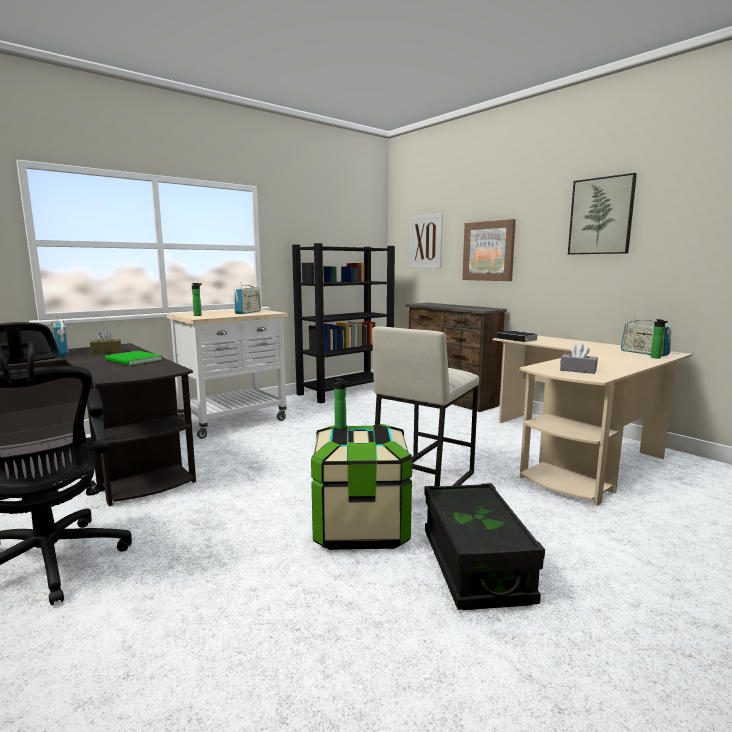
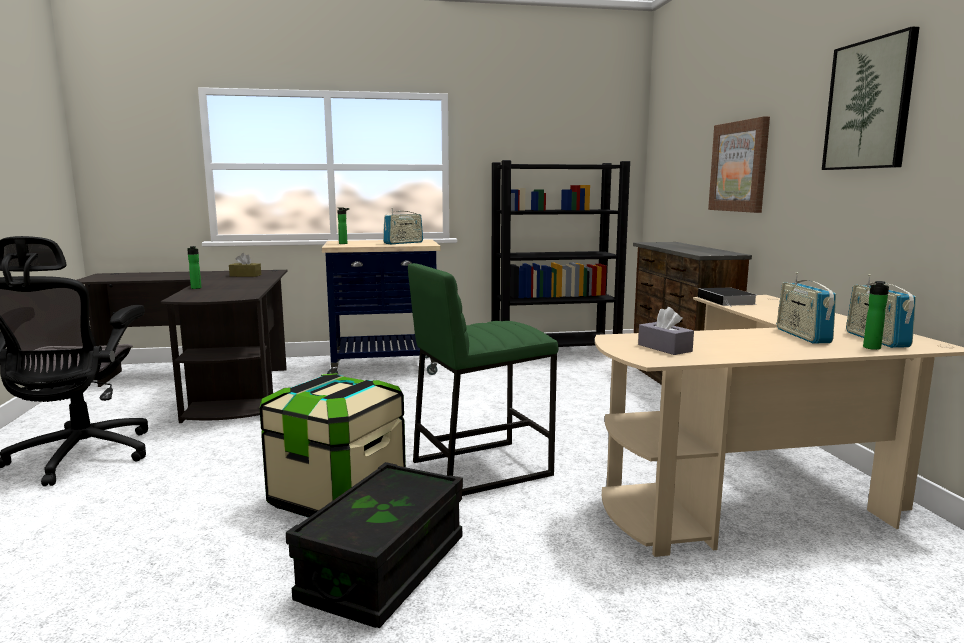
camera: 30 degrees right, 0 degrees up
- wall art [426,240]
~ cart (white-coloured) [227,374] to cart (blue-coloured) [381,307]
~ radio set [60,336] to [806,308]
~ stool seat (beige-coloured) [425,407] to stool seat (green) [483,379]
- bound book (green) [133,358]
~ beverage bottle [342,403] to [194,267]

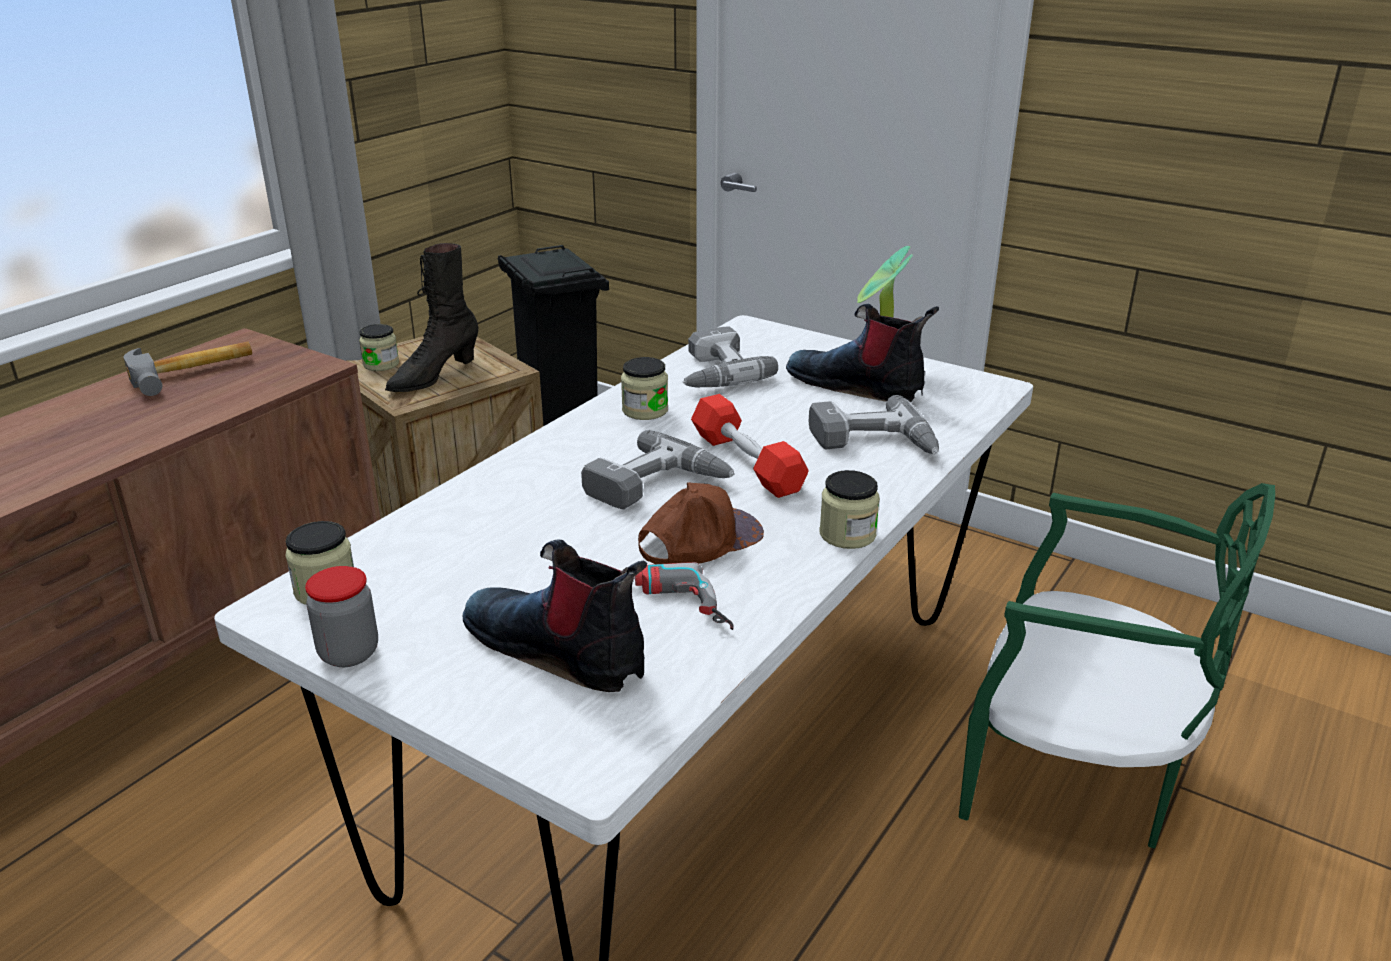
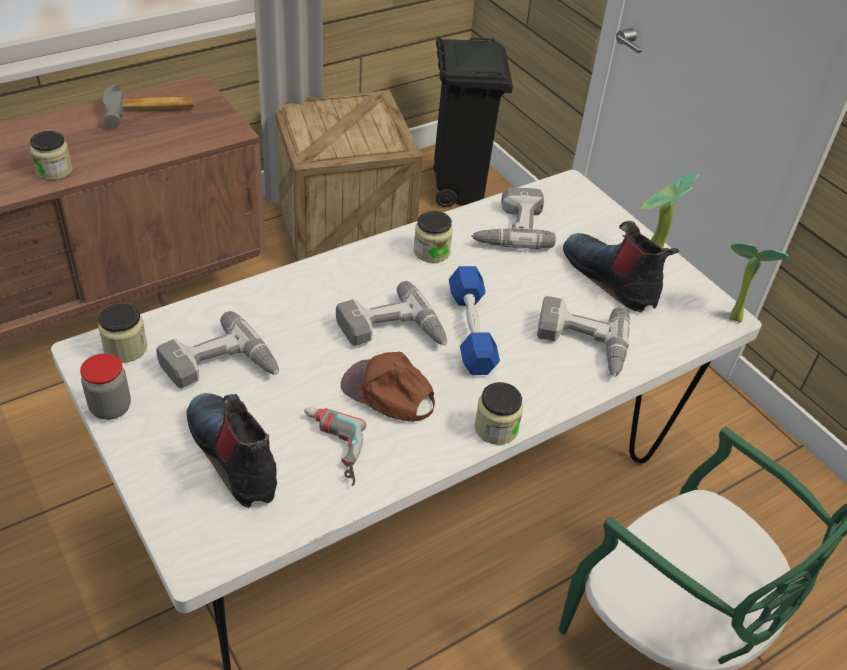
camera: 20 degrees right, 15 degrees up
- tall boot (black-coloured) [431,317]
~ jar [379,347] to [51,155]
~ hand weight (red-coloured) [750,446] to hand weight (blue-coloured) [474,320]
~ peaked cap (brown-coloured) [701,523] = [388,387] 135 degrees counterclockwise
+ potted plant [759,282]
+ power drill [217,349]

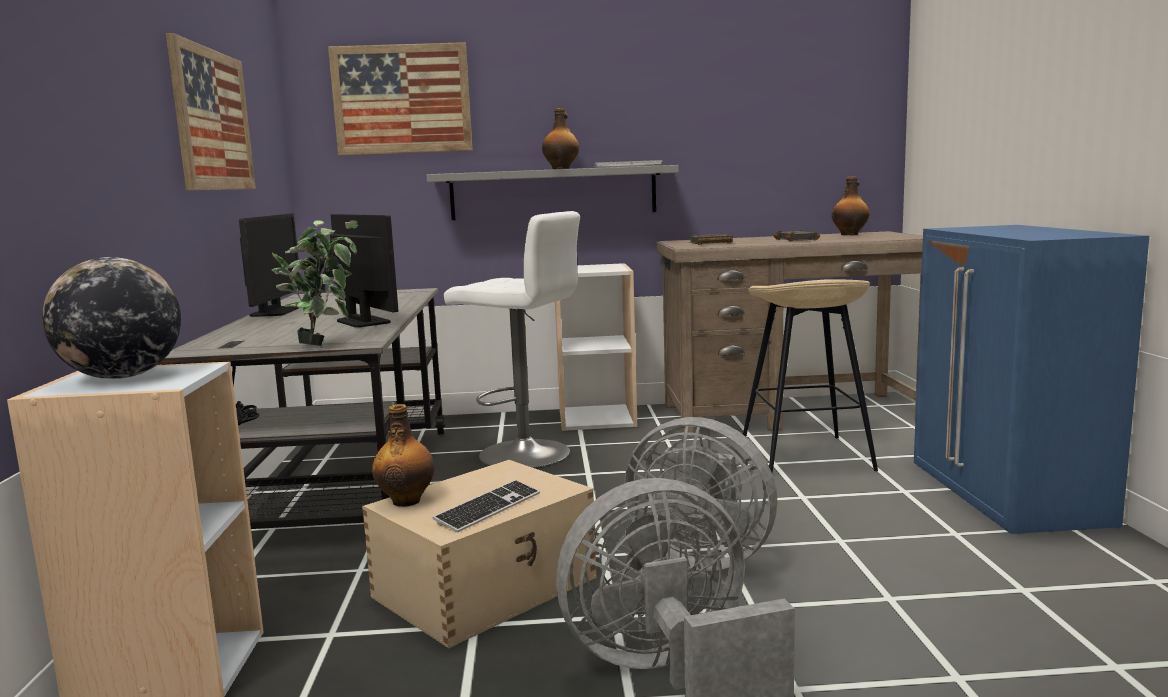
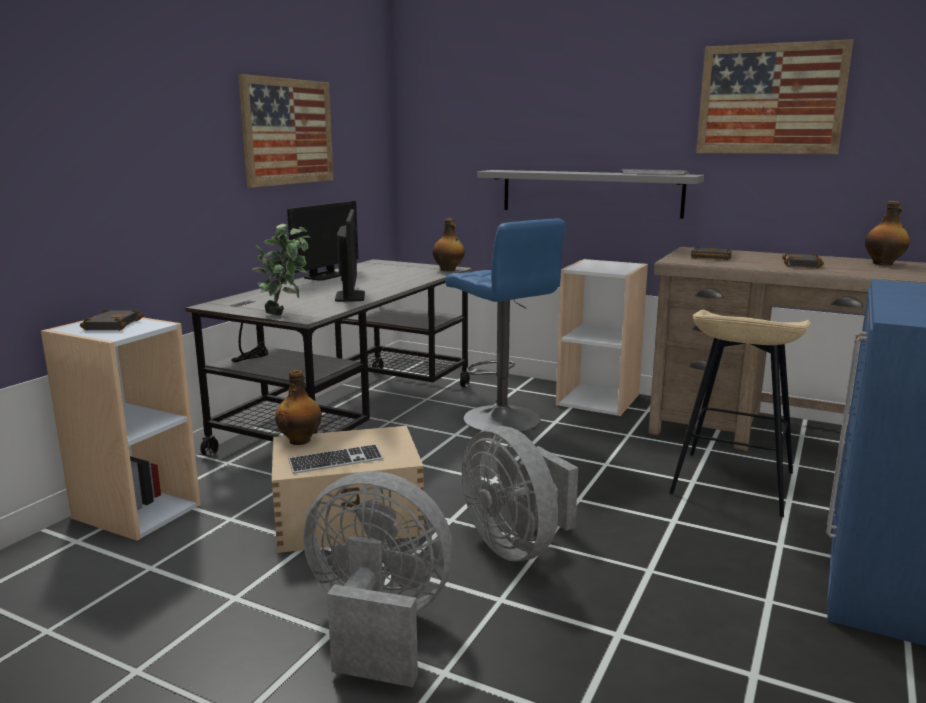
camera: 30 degrees right, 5 degrees up
~ wall art [400,98] to [774,96]
~ beverage bottle [560,138] to [449,244]
~ stool seat (white-coloured) [512,339] to stool seat (blue-coloured) [505,325]
~ globe [111,318] to bound book (black-coloured) [111,320]

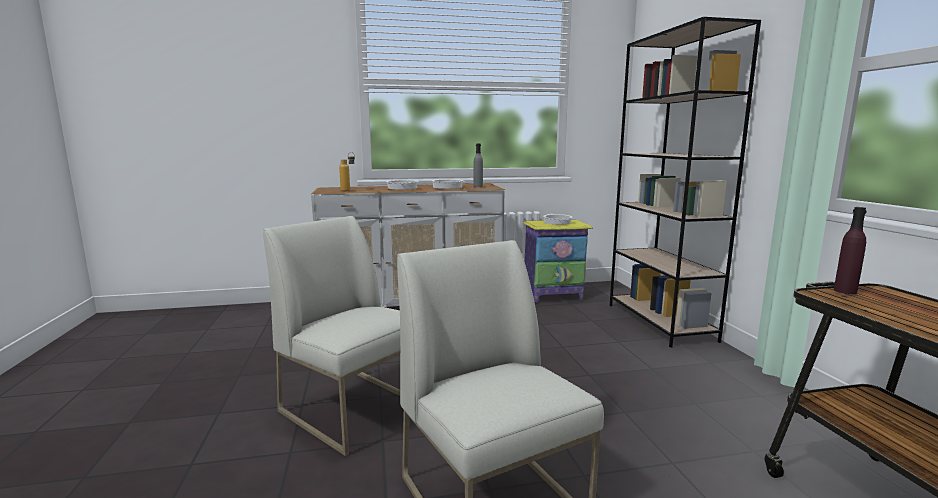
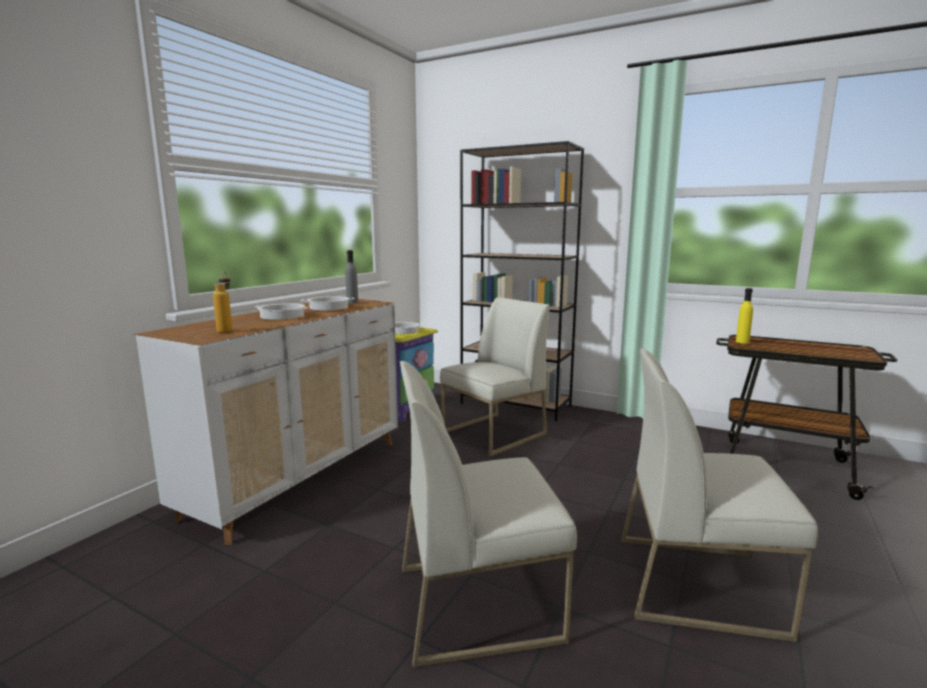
camera: 50 degrees left, 0 degrees up
~ beverage bottle (purple) [850,250] to beverage bottle (yellowish) [744,316]
+ plain chair (white-coloured) [495,376]

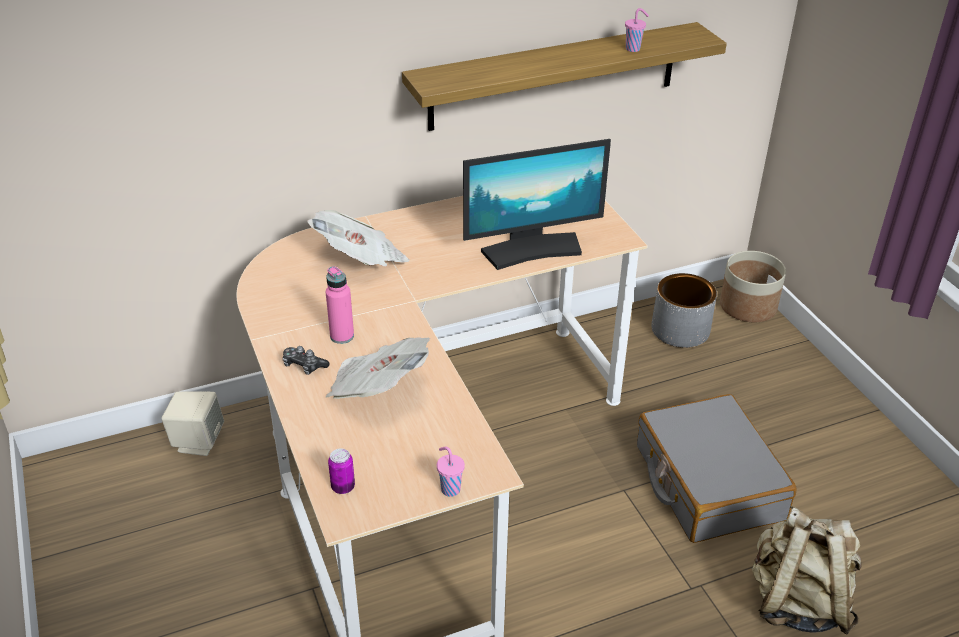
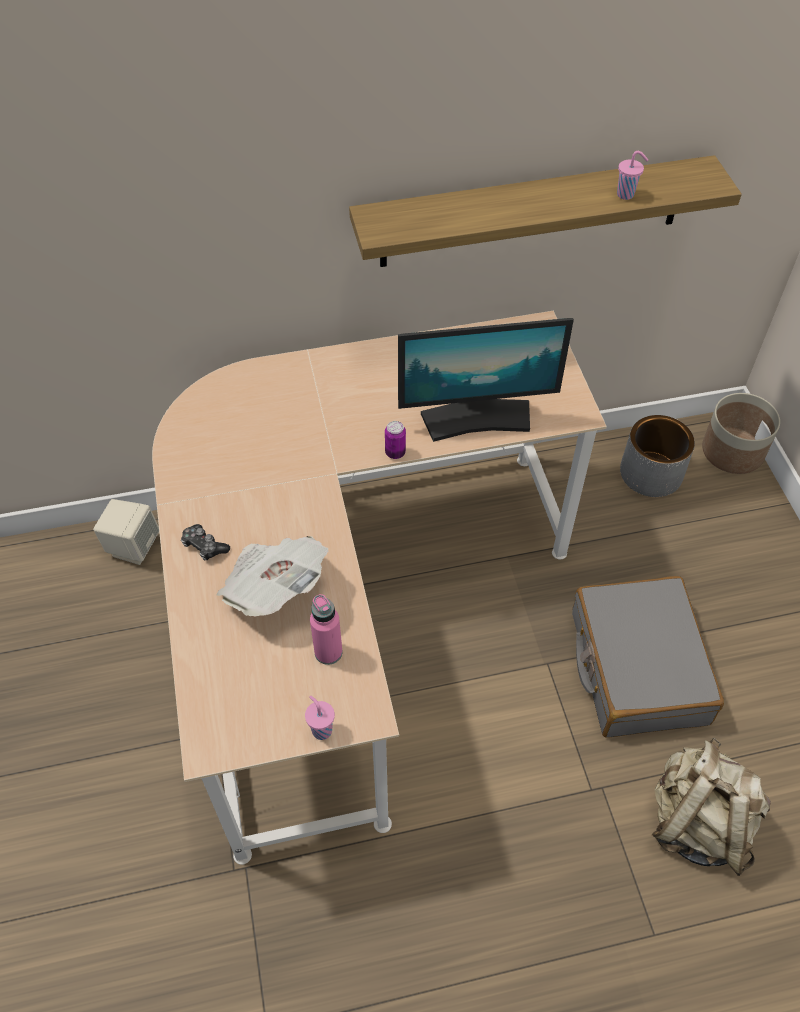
camera: 10 degrees right, 15 degrees up
- daily paper [358,238]
~ beverage bottle (pink) [340,305] to [326,629]
~ can [341,471] to [395,440]

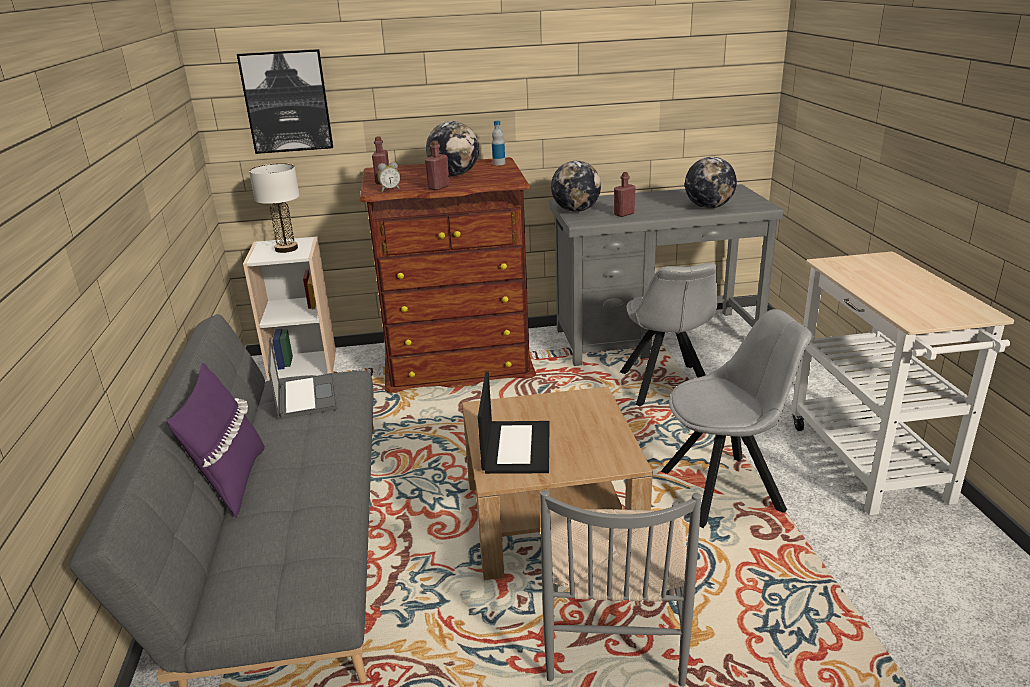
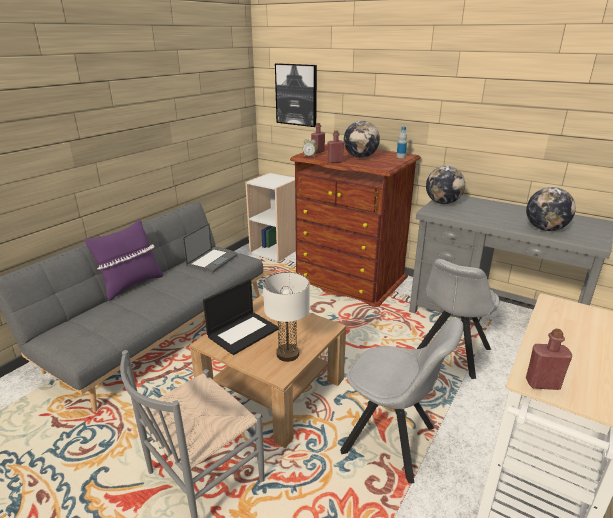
camera: 40 degrees right, 0 degrees up
~ tabletop lamp [274,208] to [286,317]
~ beverage bottle (red-coloured) [625,194] to [549,359]

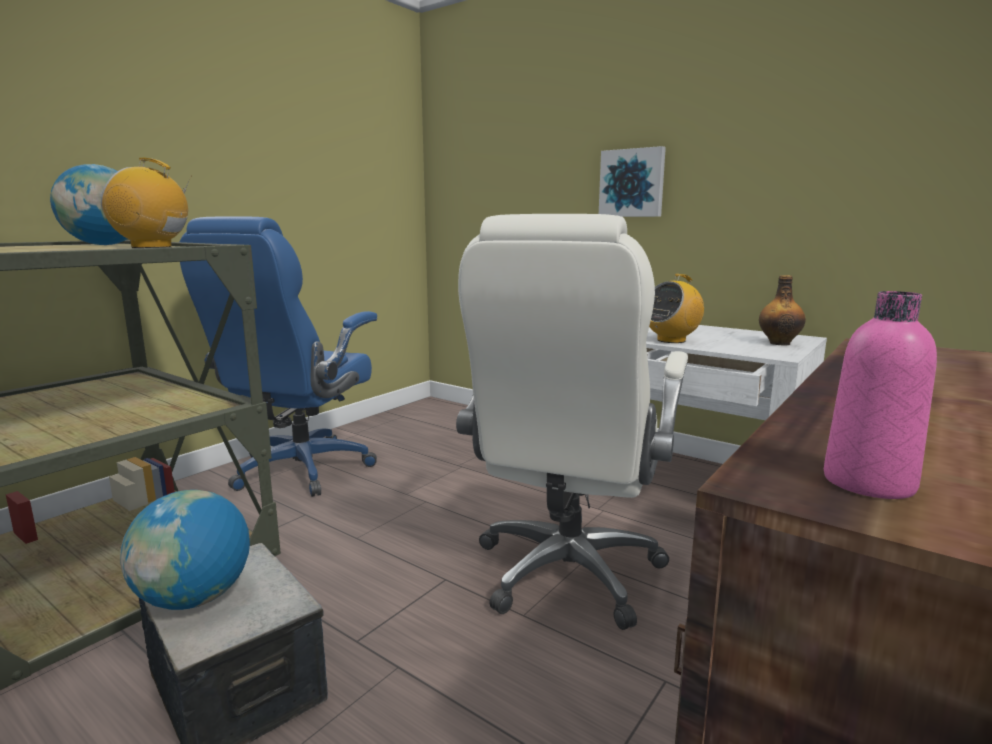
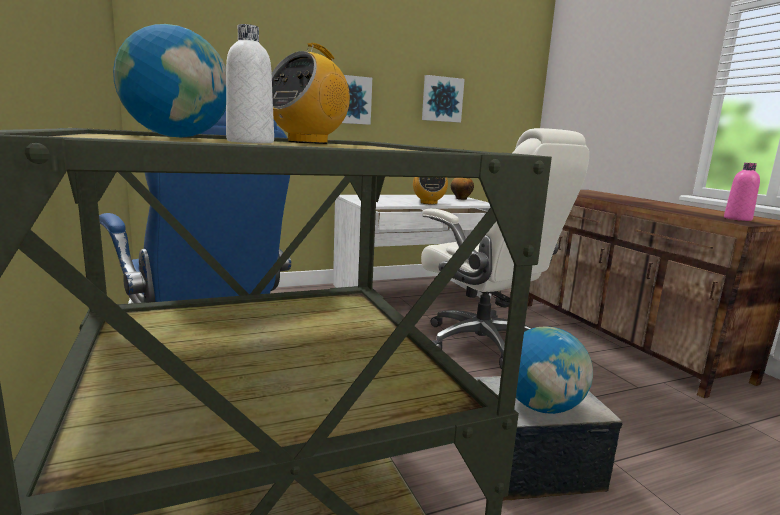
camera: 60 degrees left, 0 degrees up
+ beverage bottle (white-coloured) [250,83]
+ wall art [443,99]

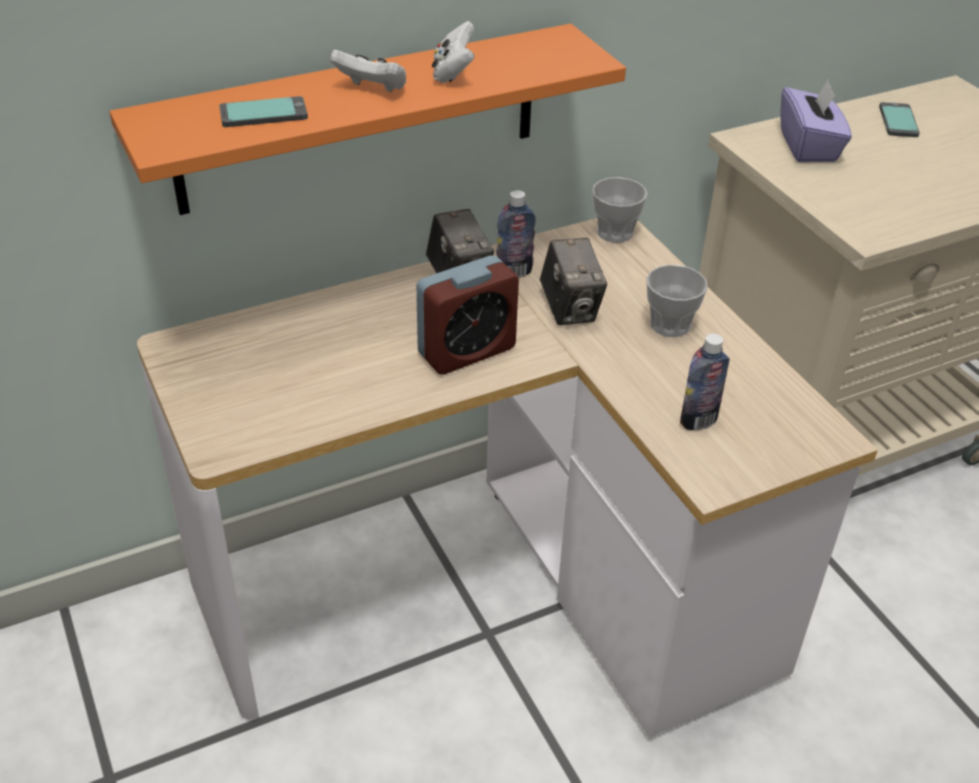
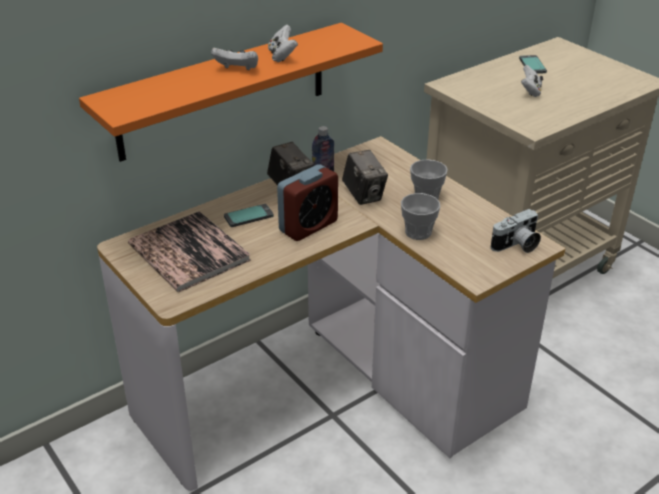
camera: 10 degrees left, 5 degrees down
- tissue holder (purple) [816,121]
~ telephone [263,111] to [249,215]
~ small cup [619,210] to [420,216]
- beverage bottle [705,382]
+ joypad (white-coloured) [532,81]
+ still camera [515,231]
+ bound book [189,251]

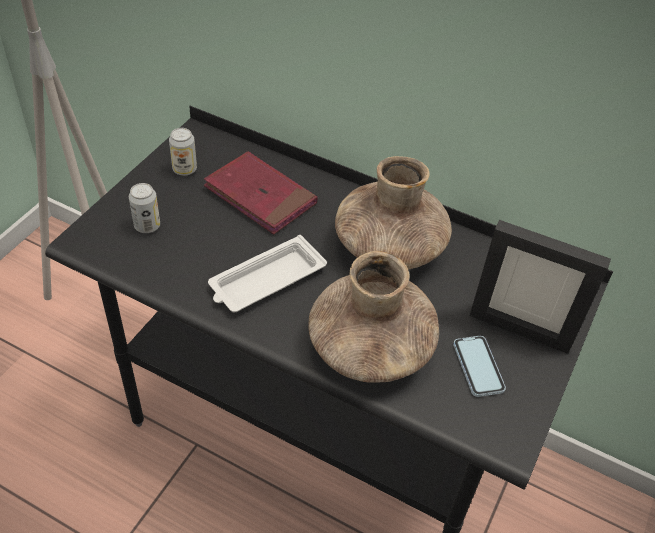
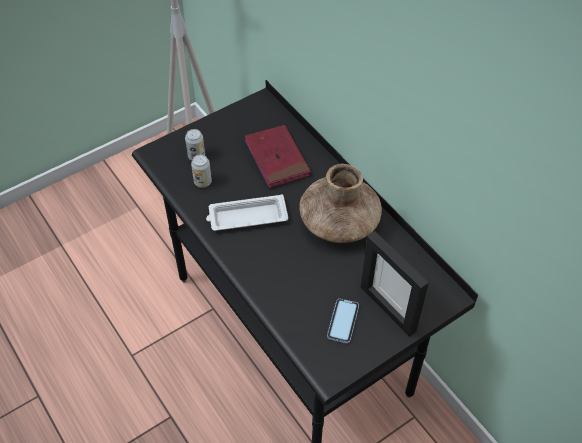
camera: 30 degrees right, 5 degrees up
~ can [183,152] to [201,171]
- flower vase (brown-coloured) [373,317]

